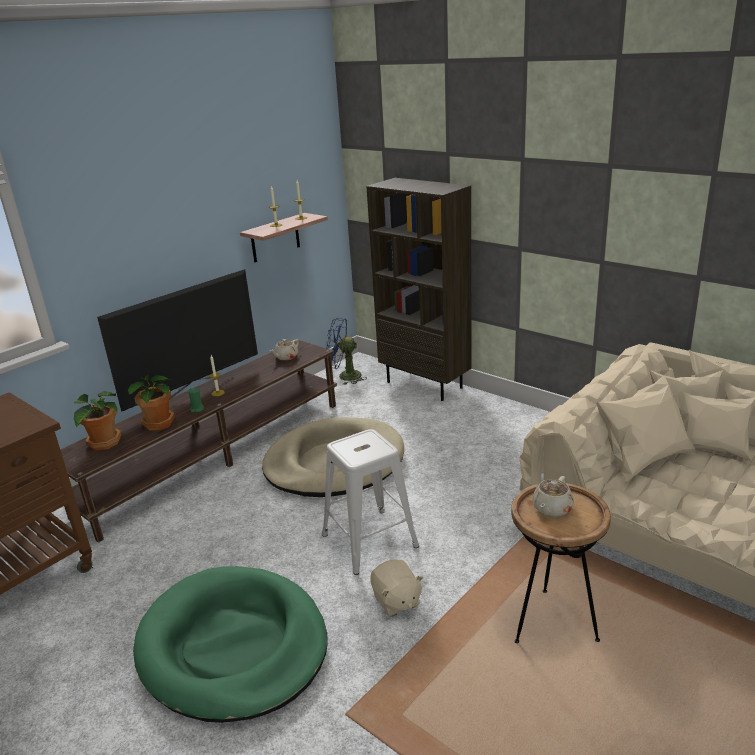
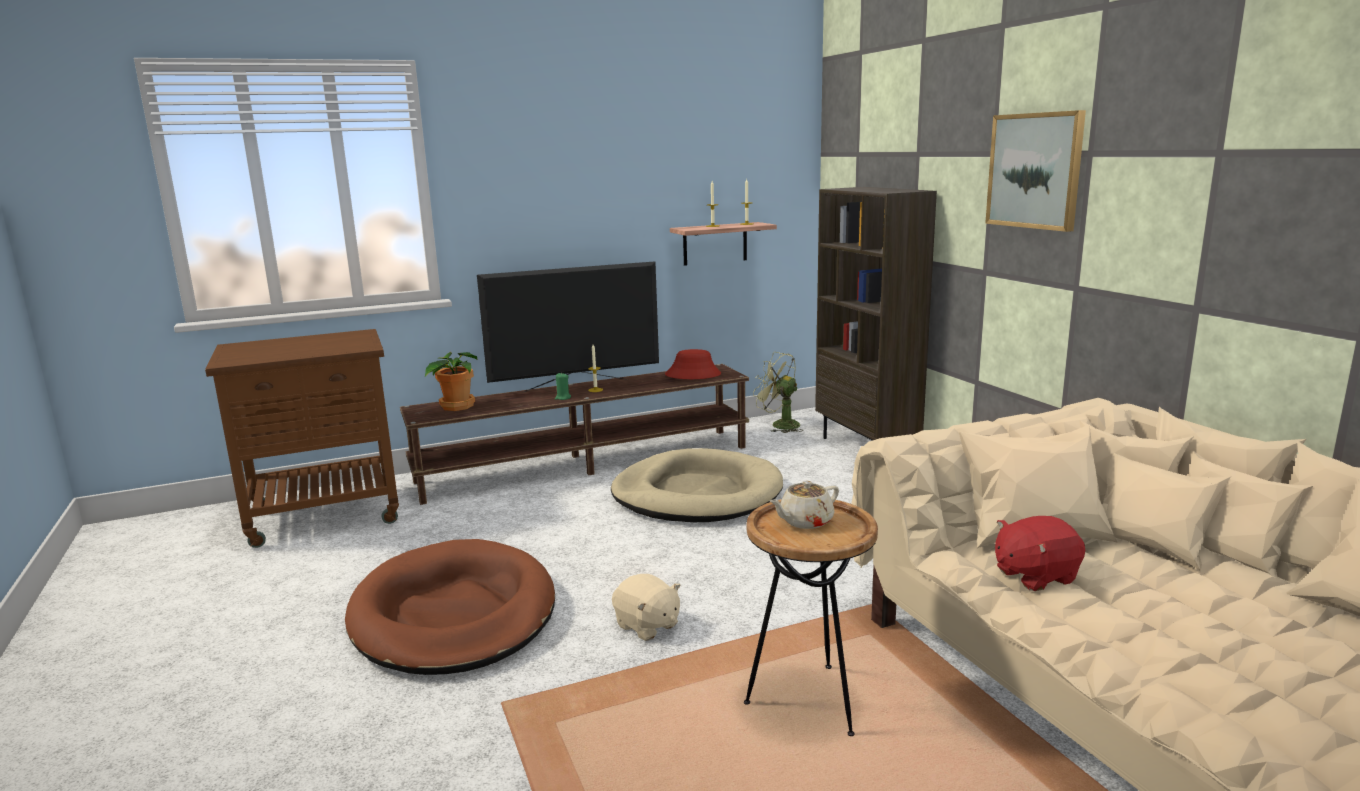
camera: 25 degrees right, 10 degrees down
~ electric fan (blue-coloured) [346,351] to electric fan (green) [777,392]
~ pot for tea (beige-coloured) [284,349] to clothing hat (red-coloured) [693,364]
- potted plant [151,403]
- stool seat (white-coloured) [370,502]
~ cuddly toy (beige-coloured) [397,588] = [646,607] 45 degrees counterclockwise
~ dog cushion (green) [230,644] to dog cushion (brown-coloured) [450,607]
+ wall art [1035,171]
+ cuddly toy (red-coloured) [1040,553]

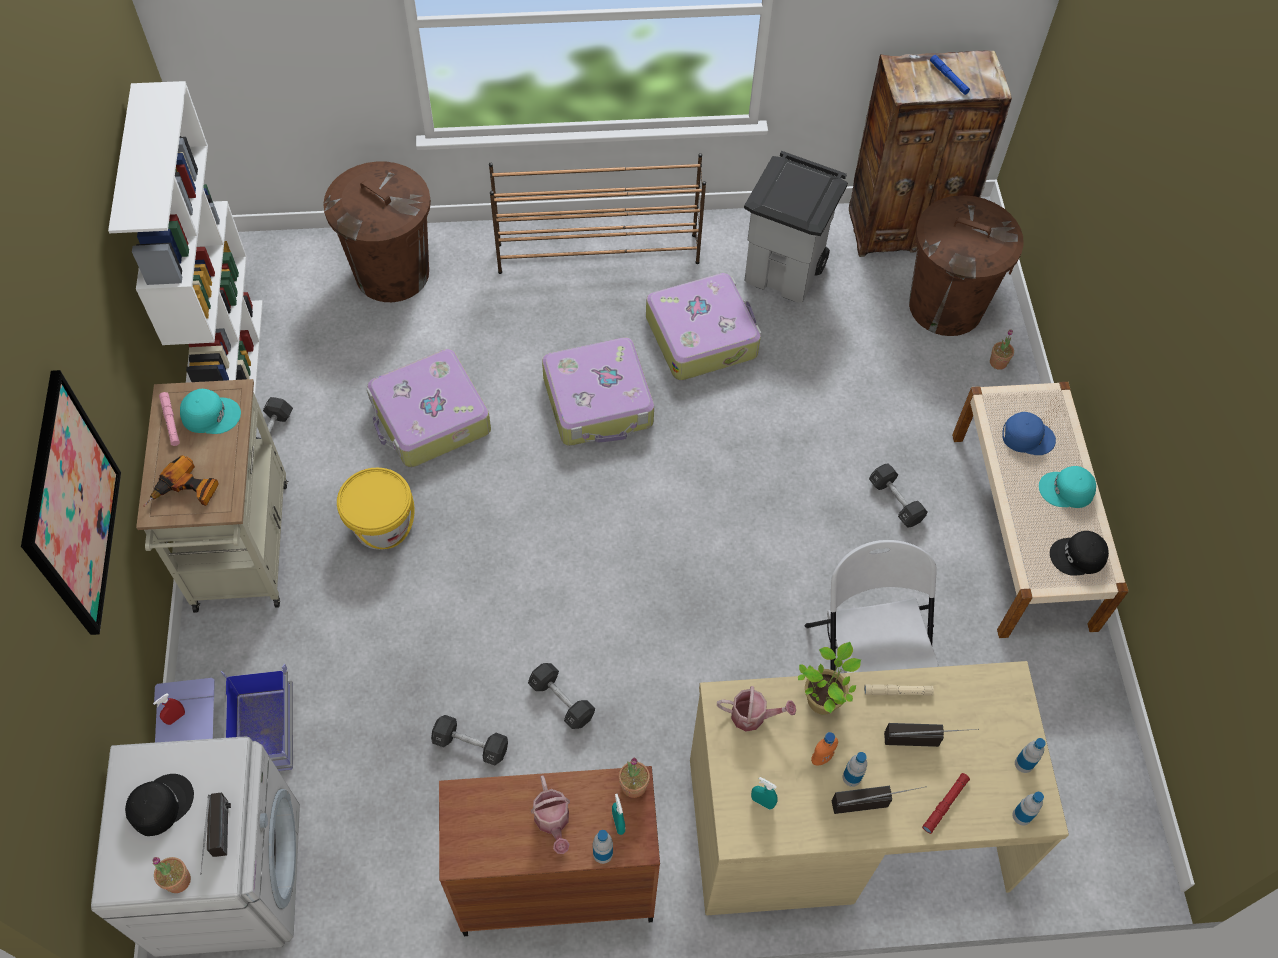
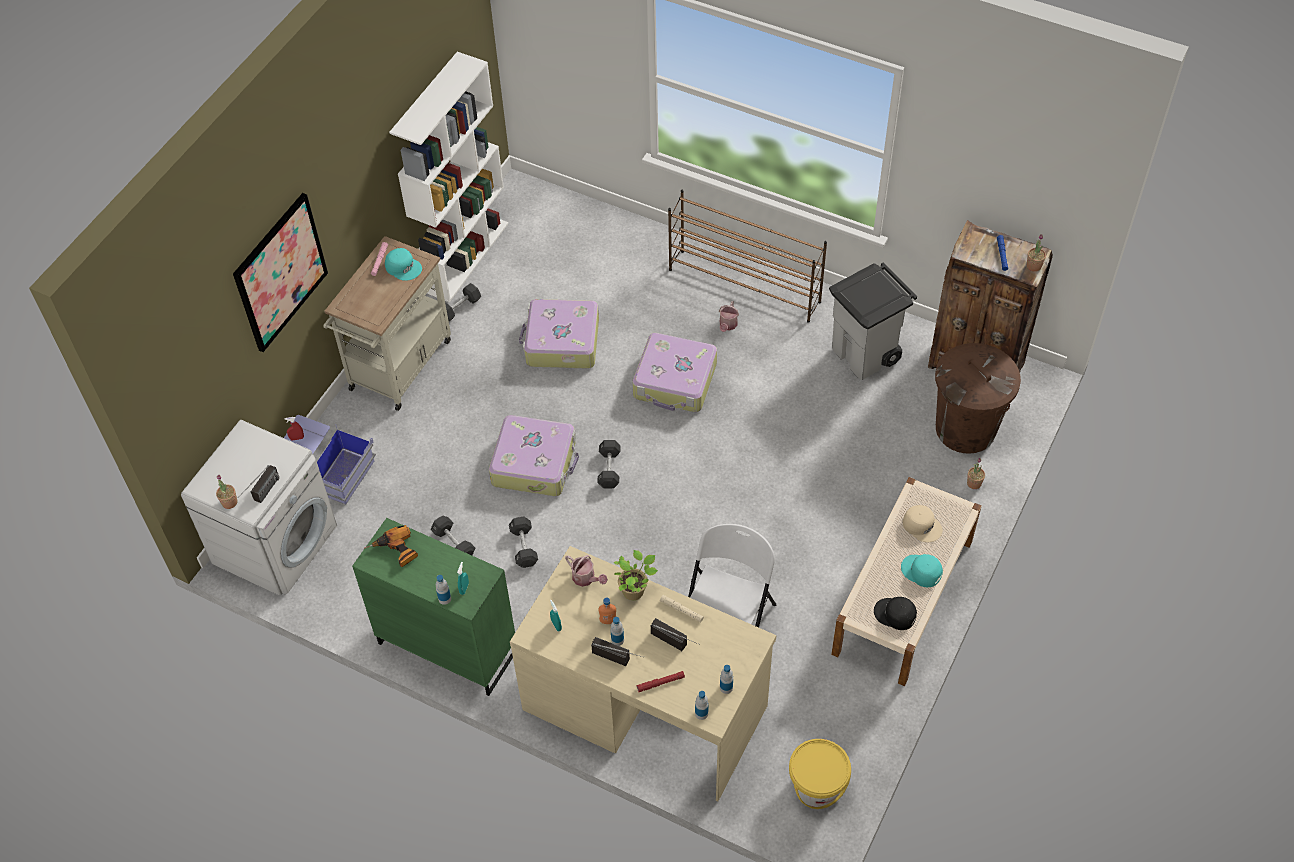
camera: 35 degrees right, 5 degrees down
- waste bin (brown-coloured) [377,231]
~ suitcase [703,326] to [534,455]
~ peaked cap (blue-coloured) [1029,433] to peaked cap (beige-coloured) [922,523]
~ power drill [181,481] to [391,546]
~ hand weight (black-coloured) [898,495] to [609,464]
~ bucket (yellowish) [375,509] to [820,774]
~ potted plant [634,777] to [1036,253]
~ chest of drawers (brown-coloured) [549,851] to chest of drawers (green) [433,607]
- peaked cap (black-coloured) [159,805]
~ sprinkling can [550,815] to [729,316]

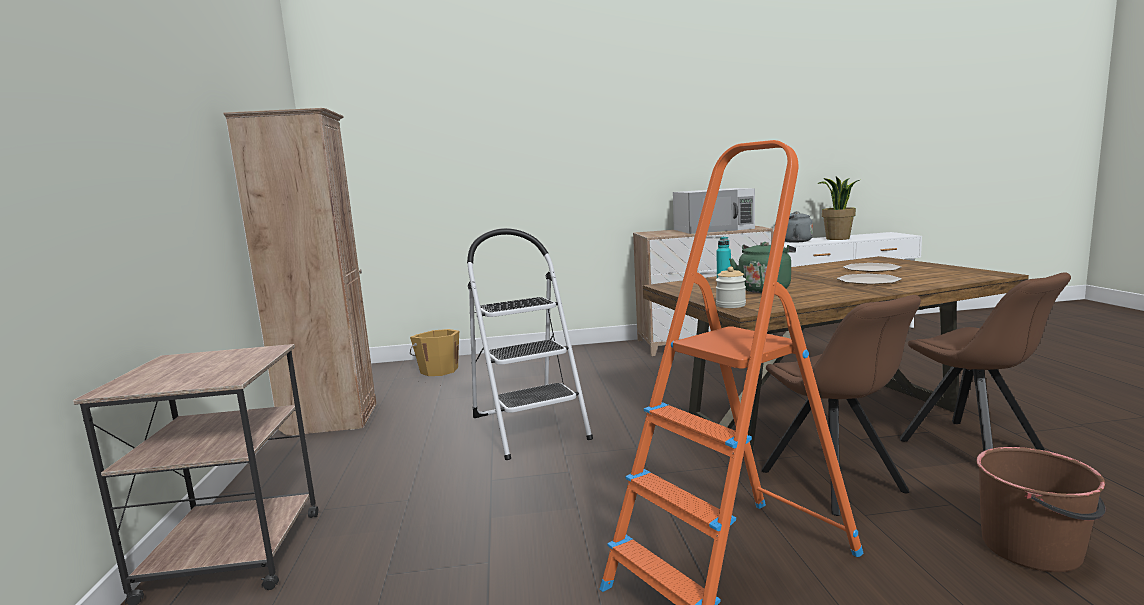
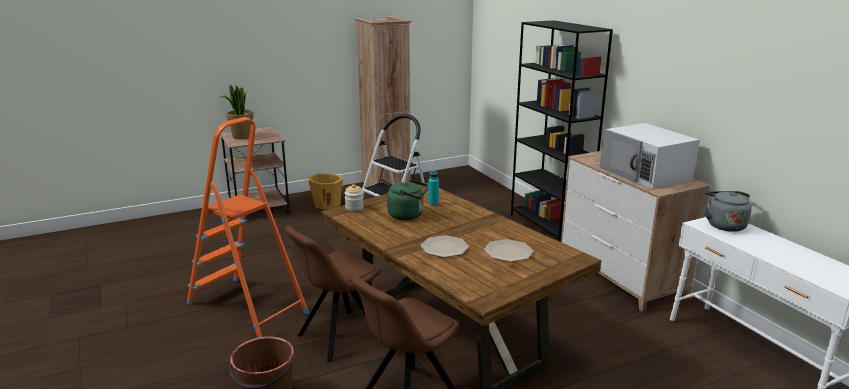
camera: 70 degrees right, 10 degrees up
~ potted plant [838,208] to [237,112]
~ bucket (orangey) [434,352] to [327,192]
+ bookcase (black-coloured) [562,131]

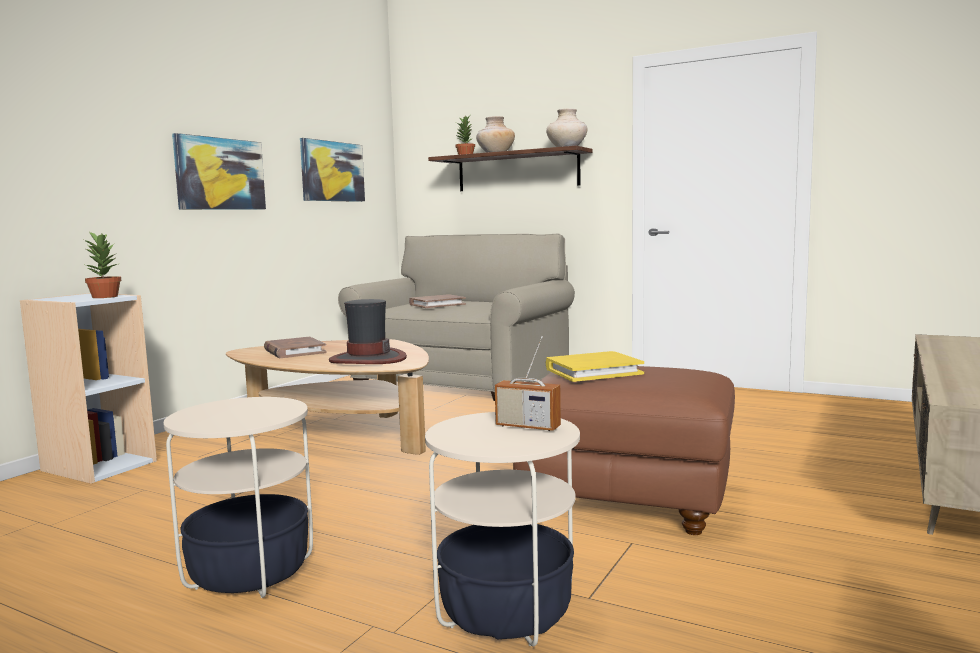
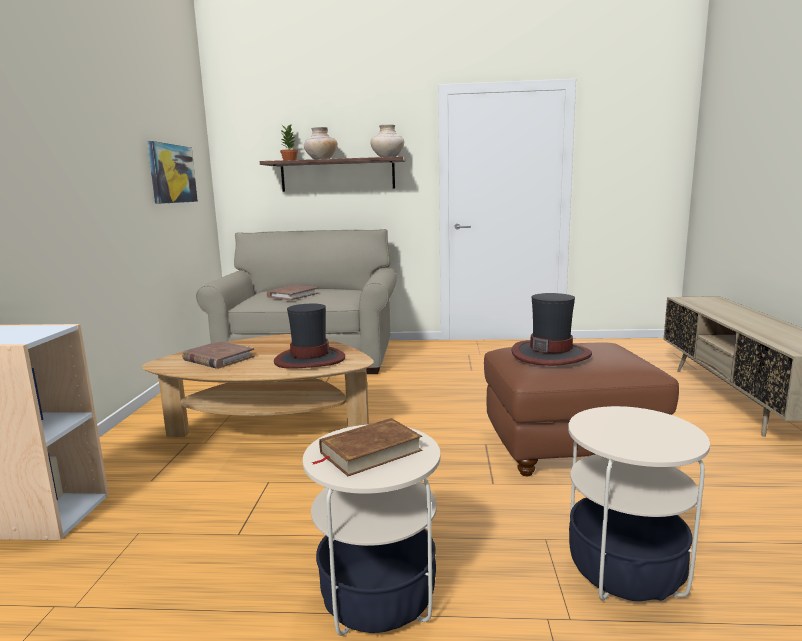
camera: 25 degrees left, 5 degrees up
- wall art [219,171]
- potted plant [102,264]
- radio set [528,383]
~ bound book (yellowish) [595,366] to clothing hat [551,329]
+ bound book (brown-coloured) [366,447]

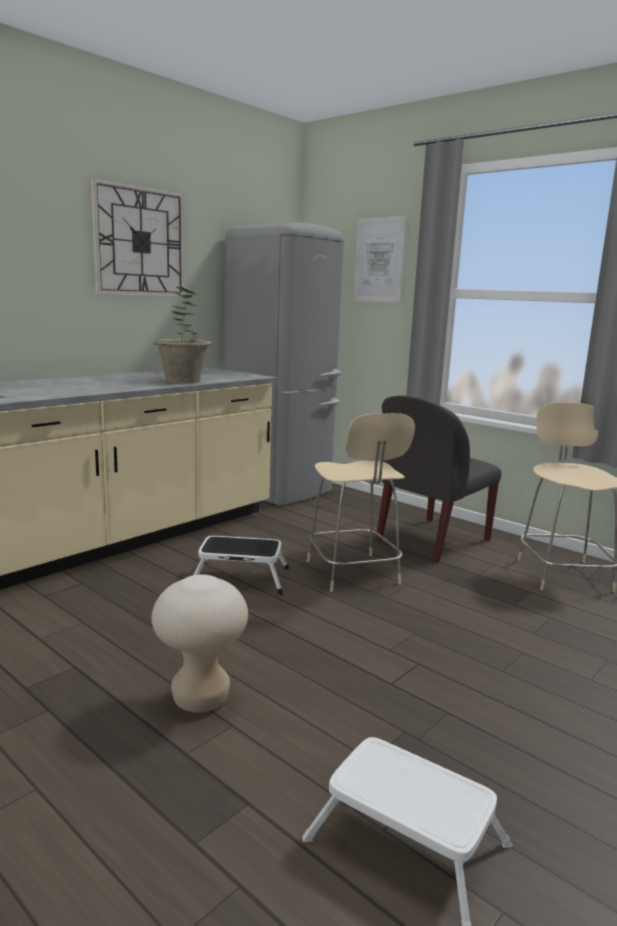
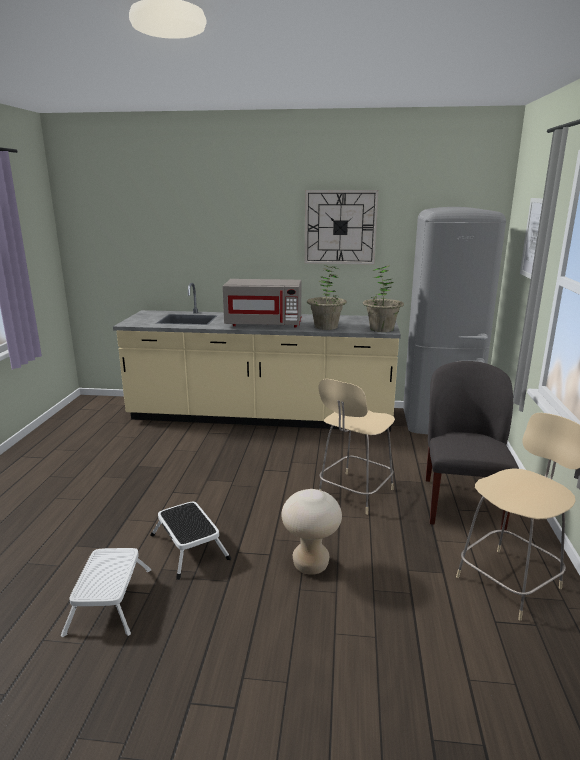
camera: 55 degrees right, 5 degrees up
~ plain chair (greyish) [438,479] = [472,445] 90 degrees clockwise
~ stepladder (black-coloured) [241,565] to [190,540]
~ stool seat (beige-coloured) [200,643] to [311,532]
+ potted plant [383,298]
+ microwave oven (greyish) [261,303]

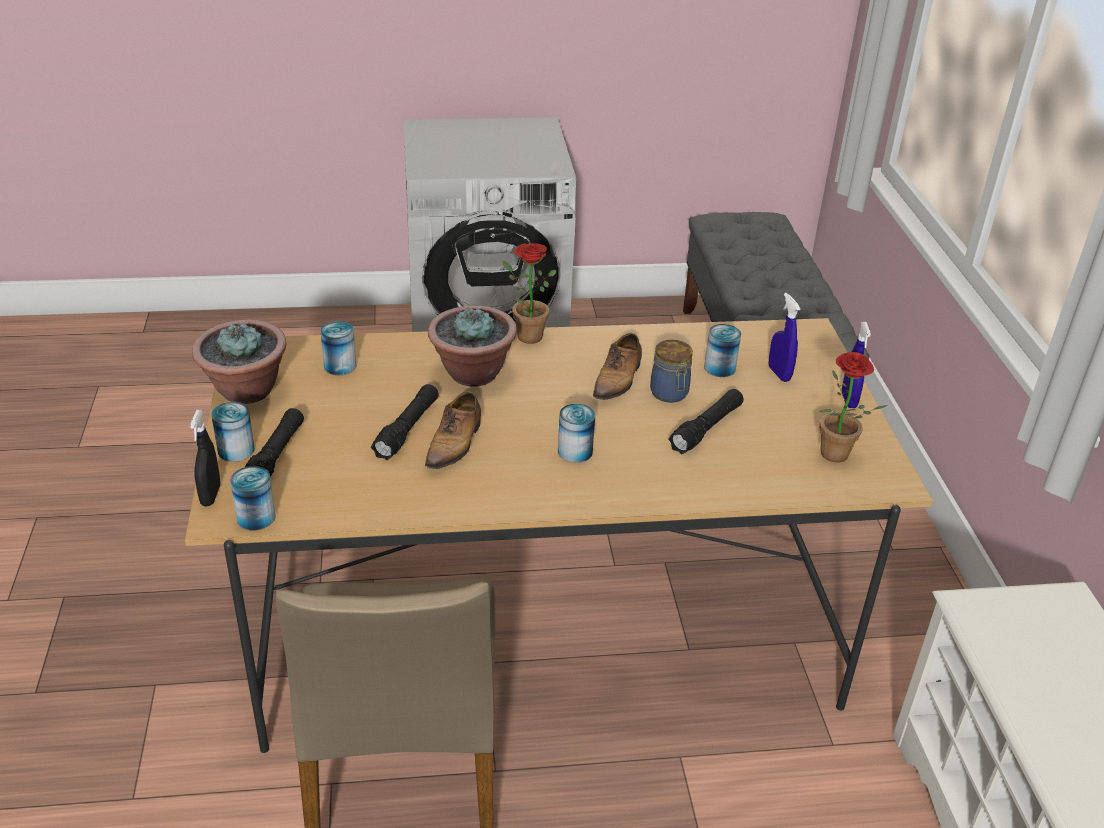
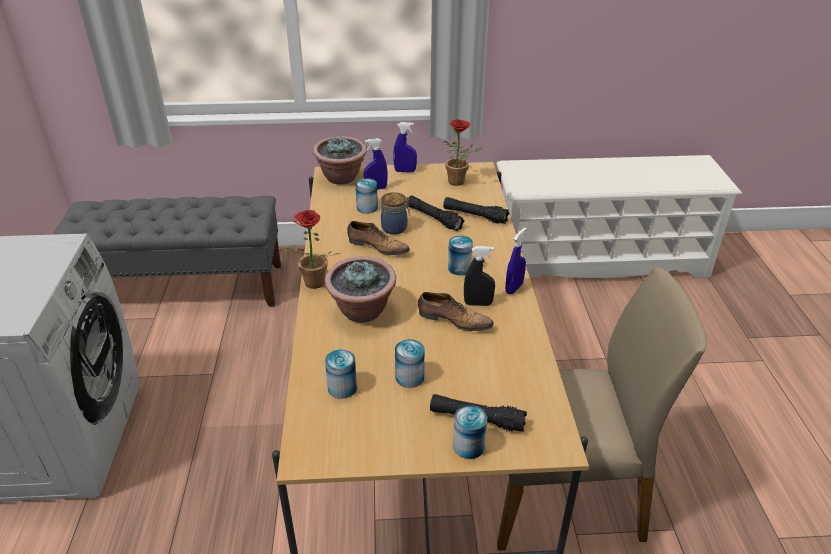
camera: 85 degrees left, 0 degrees up
~ potted plant [239,361] to [340,160]
~ hand torch (black-coloured) [405,422] to [476,210]
~ spray bottle (black-coloured) [205,458] to [479,276]
~ can [253,498] to [409,363]
+ spray bottle (blue-coloured) [516,260]

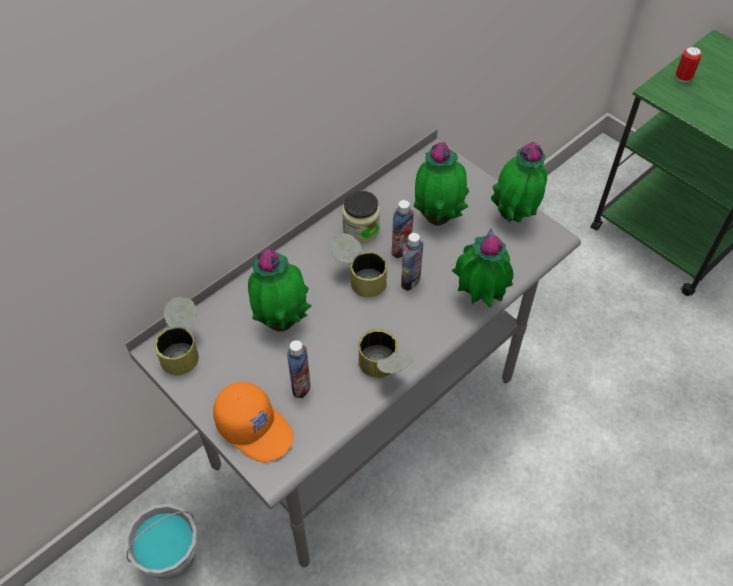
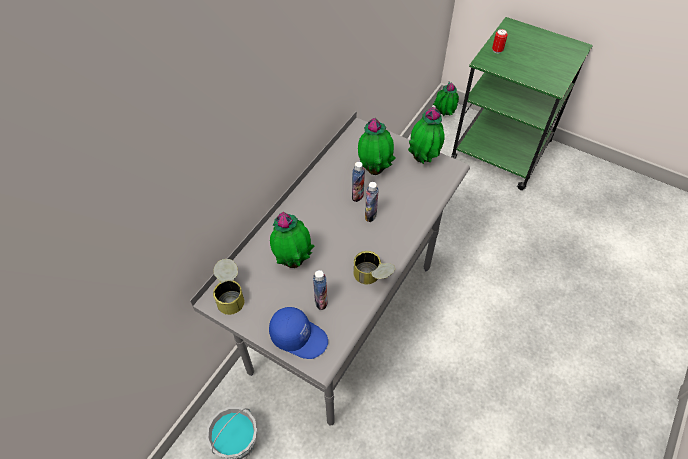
camera: 15 degrees left, 0 degrees up
- jar [361,217]
~ potted plant [482,268] to [446,98]
- can [358,265]
~ peaked cap (orangey) [253,422] to peaked cap (blue-coloured) [298,333]

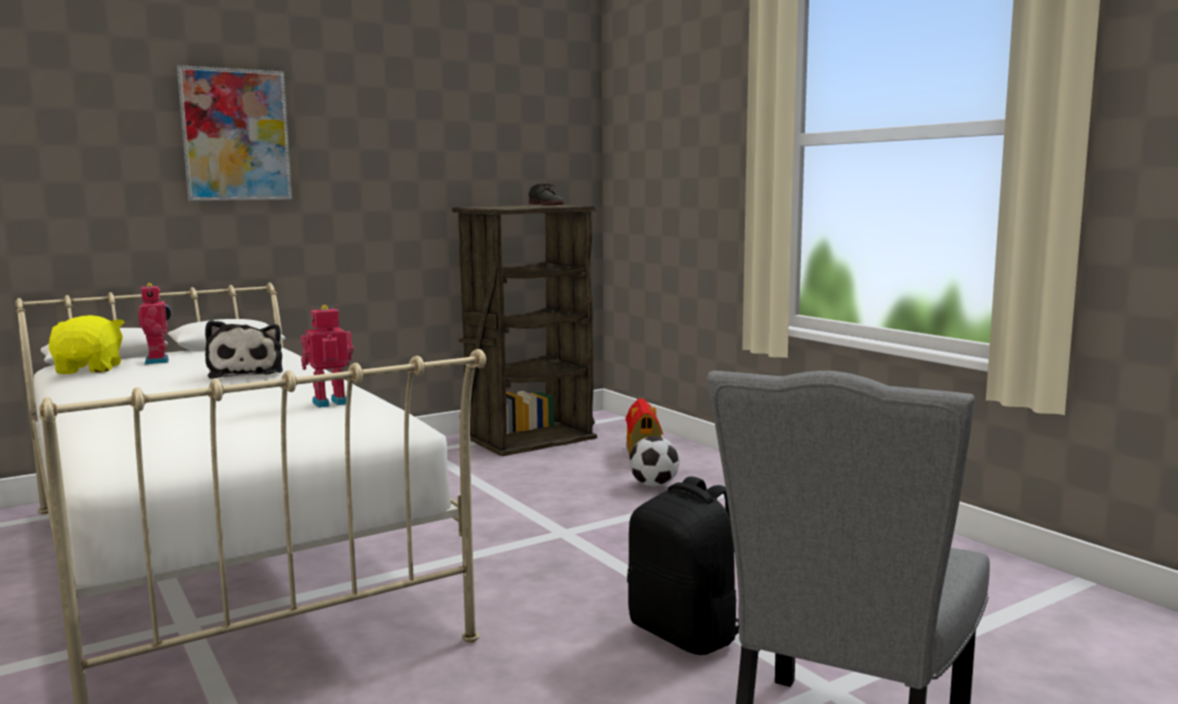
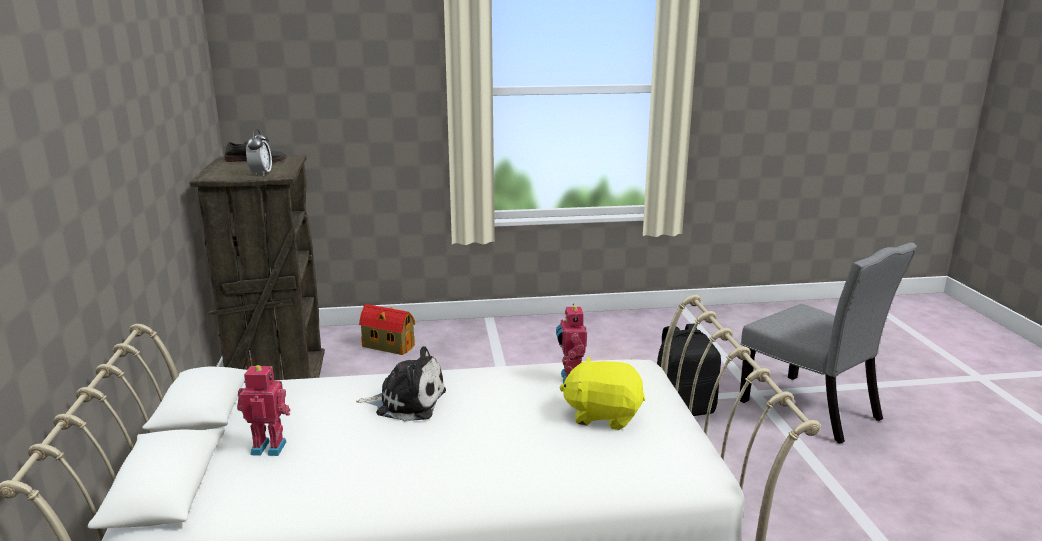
camera: 65 degrees left, 10 degrees up
- wall art [234,133]
~ cuddly toy (yellowish) [86,344] to [602,393]
- football ball [654,461]
+ table clock [259,152]

